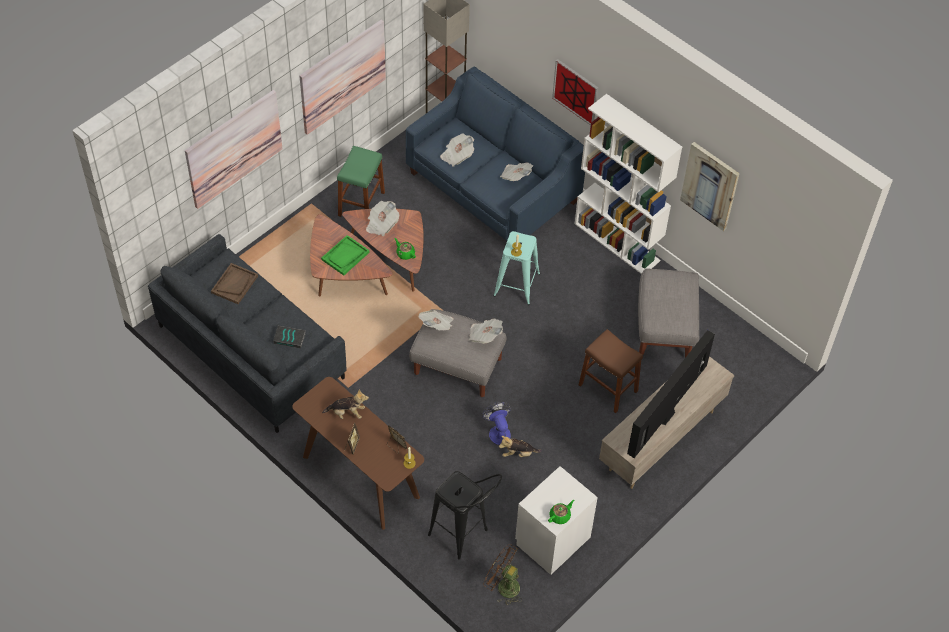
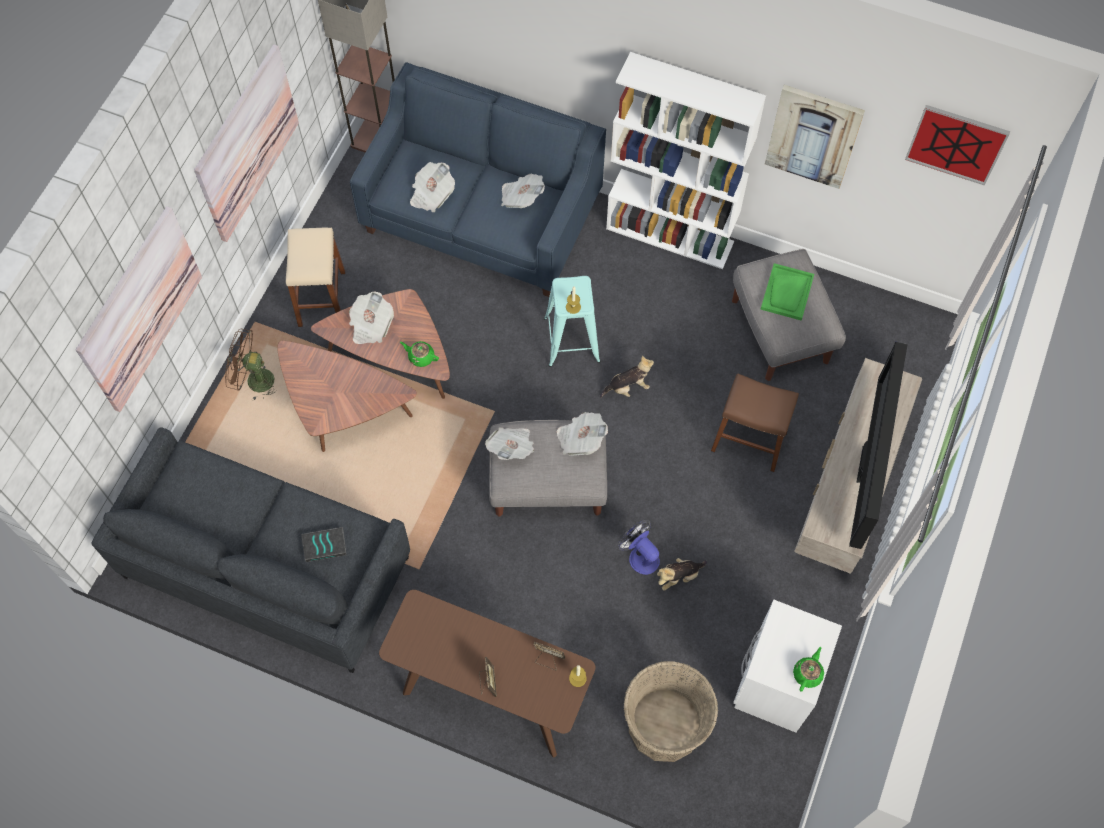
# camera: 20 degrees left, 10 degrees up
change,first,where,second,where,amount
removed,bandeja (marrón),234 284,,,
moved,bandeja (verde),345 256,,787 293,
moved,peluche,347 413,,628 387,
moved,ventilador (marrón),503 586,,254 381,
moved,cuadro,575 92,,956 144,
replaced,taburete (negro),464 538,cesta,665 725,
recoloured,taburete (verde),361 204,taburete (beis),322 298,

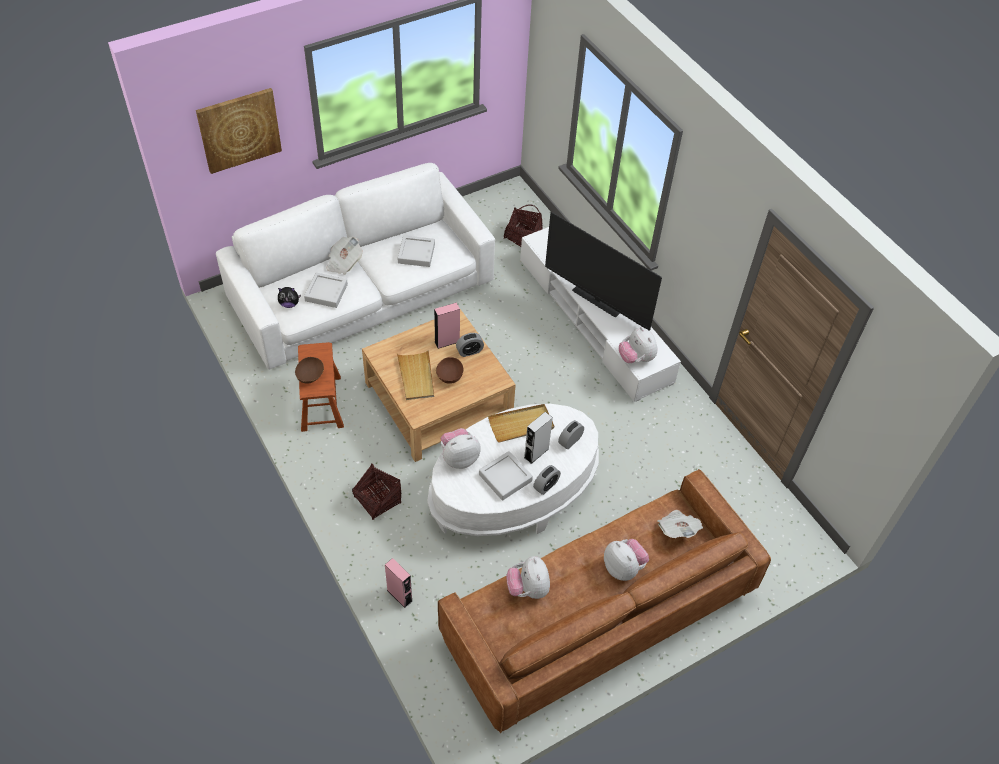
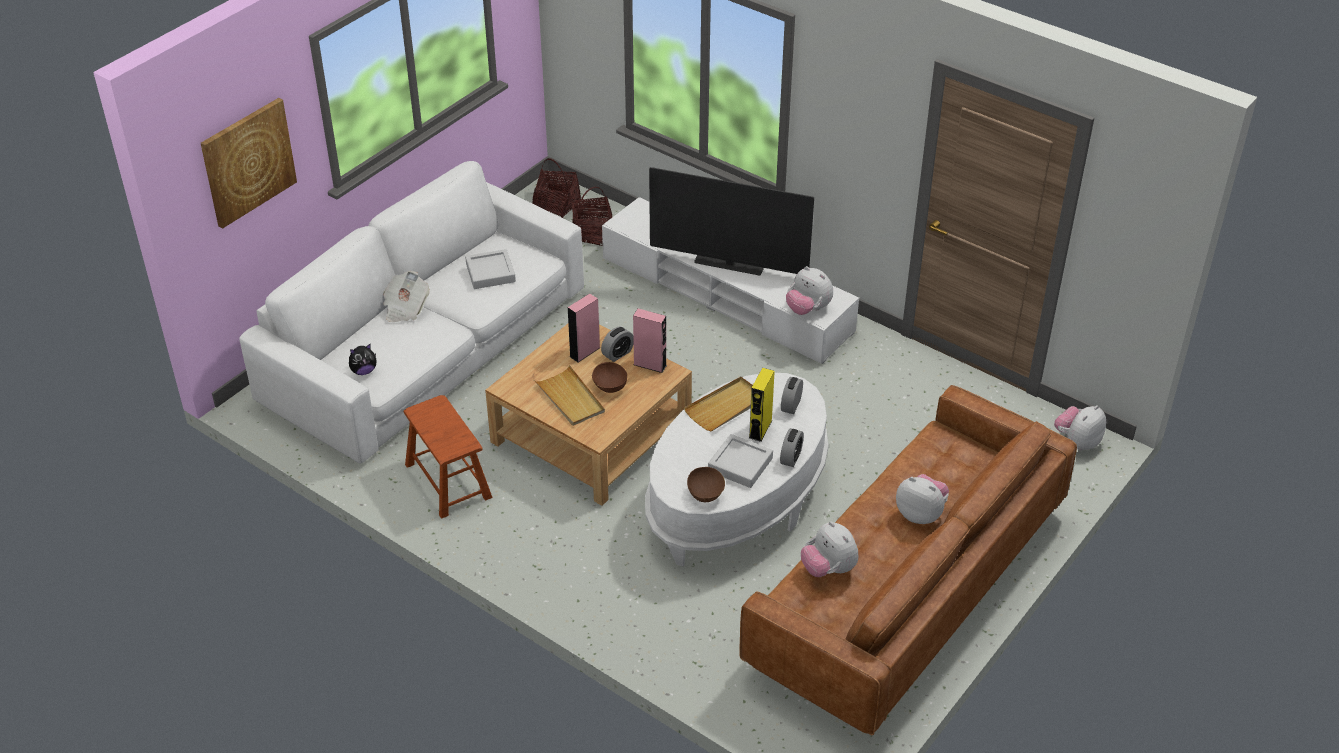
# camera: 20 degrees left, 10 degrees down
change,first,where,second,where,amount
removed,bandeja (gris),326 292,,,
removed,periódico,677 529,,,
moved,cuenco (marrón),310 376,,706 494,
moved,cesta,377 500,,556 206,
moved,altavoz (rosa),399 595,,650 365,
moved,peluche,459 458,,1077 442,
recoloured,altavoz (gris),536 453,altavoz (amarillo),760 429,

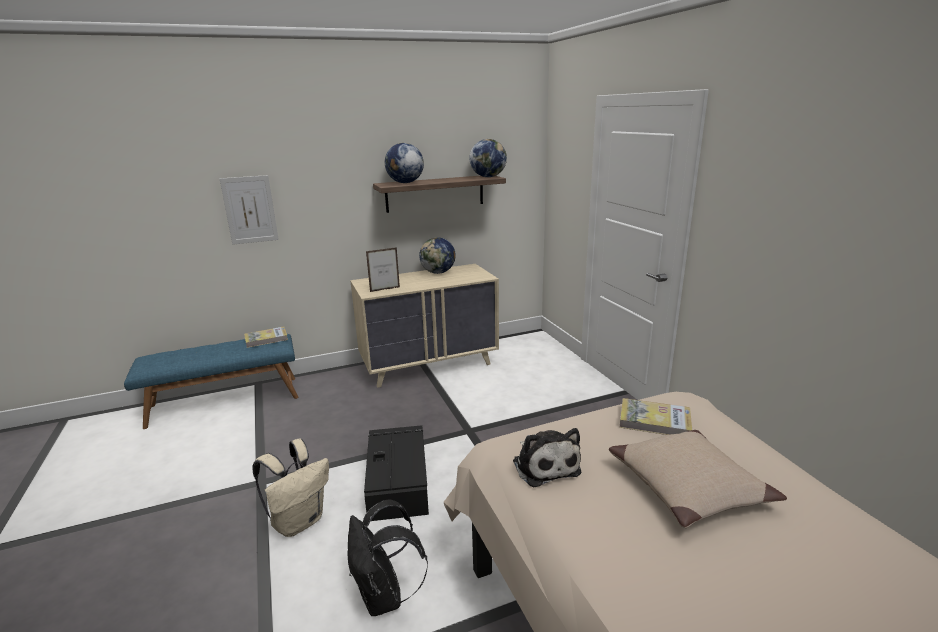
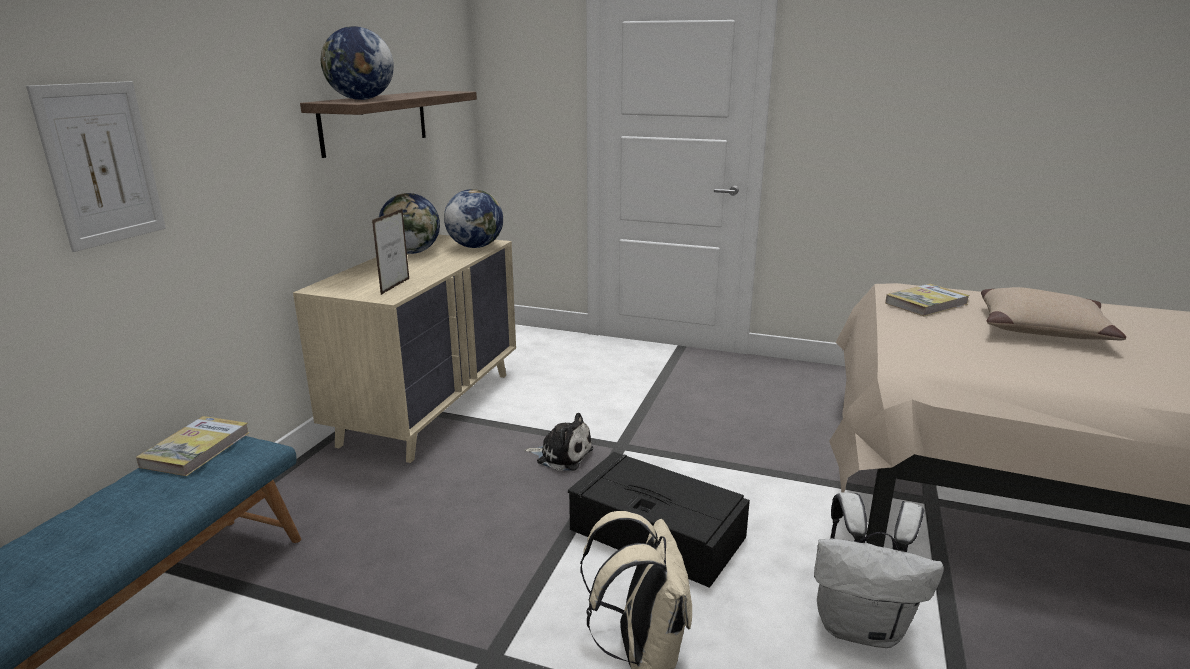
# camera: 50 degrees left, 0 degrees up
change,first,where,second,where,amount
moved,globo terráqueo,488 177,,475 246,
moved,peluche,544 465,,562 455,
recoloured,mochila (negro),384 597,mochila (blanco),861 626,

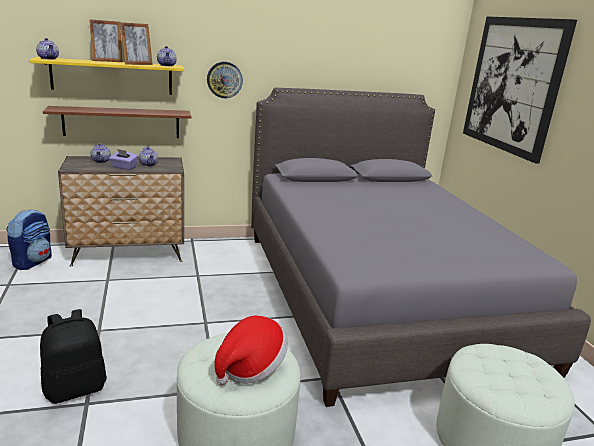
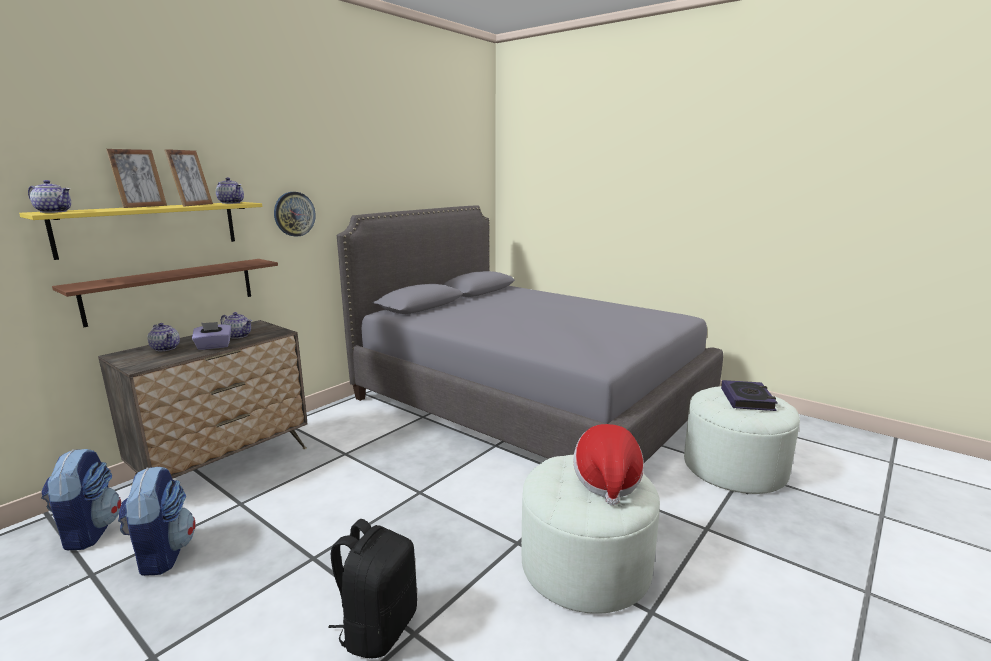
# camera: 35 degrees left, 5 degrees down
change,first,where,second,where,amount
removed,cuadro,513 85,,,
added,,,mochila,162 554,
added,,,libro,747 399,

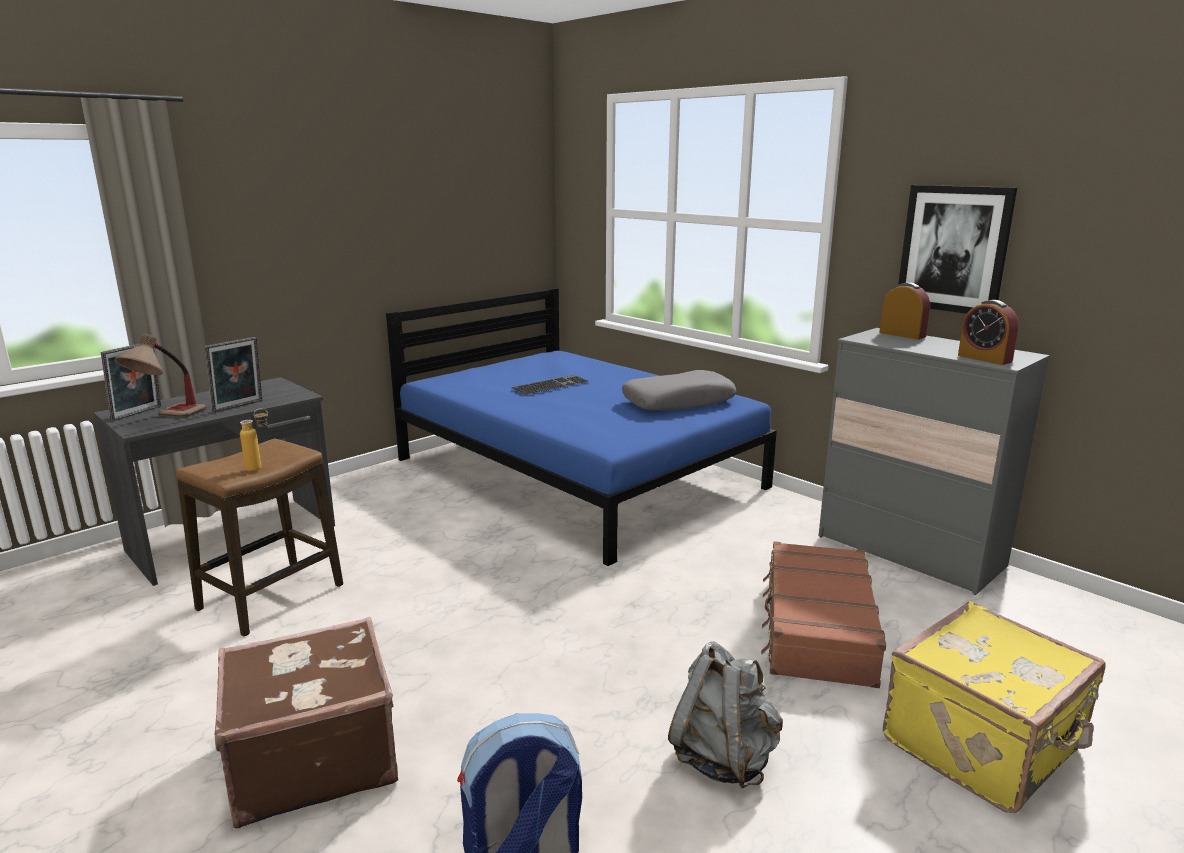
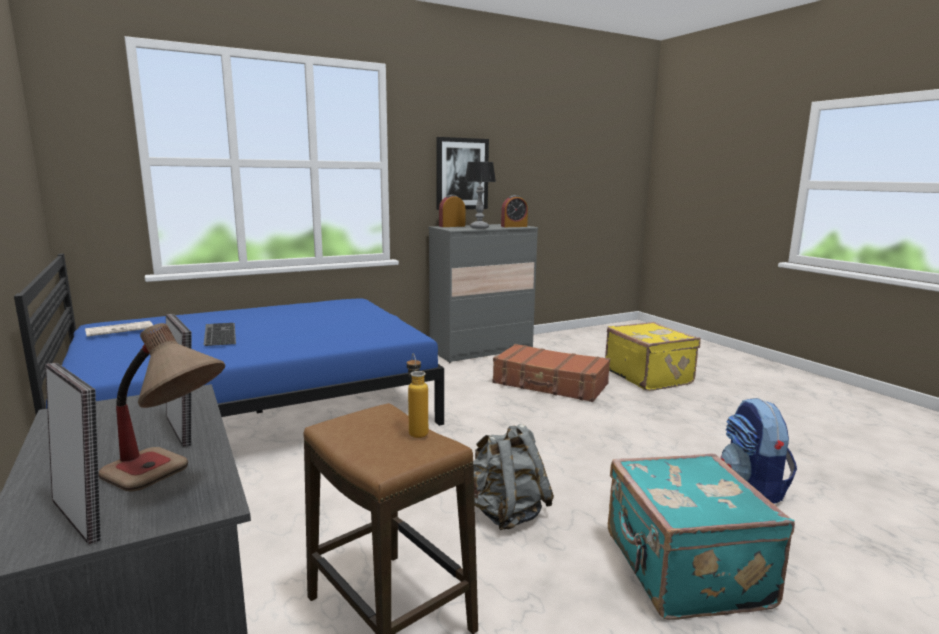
# camera: 75 degrees left, 5 degrees down
change,first,where,second,where,amount
removed,cojín (gris),678 402,,,
added,,,periódico,120 329,
added,,,lámpara de mesa,479 228,
moved,mochila (gris),723 758,,506 513,
recoloured,maleta (marrón),312 758,maleta (turquesa),683 571,

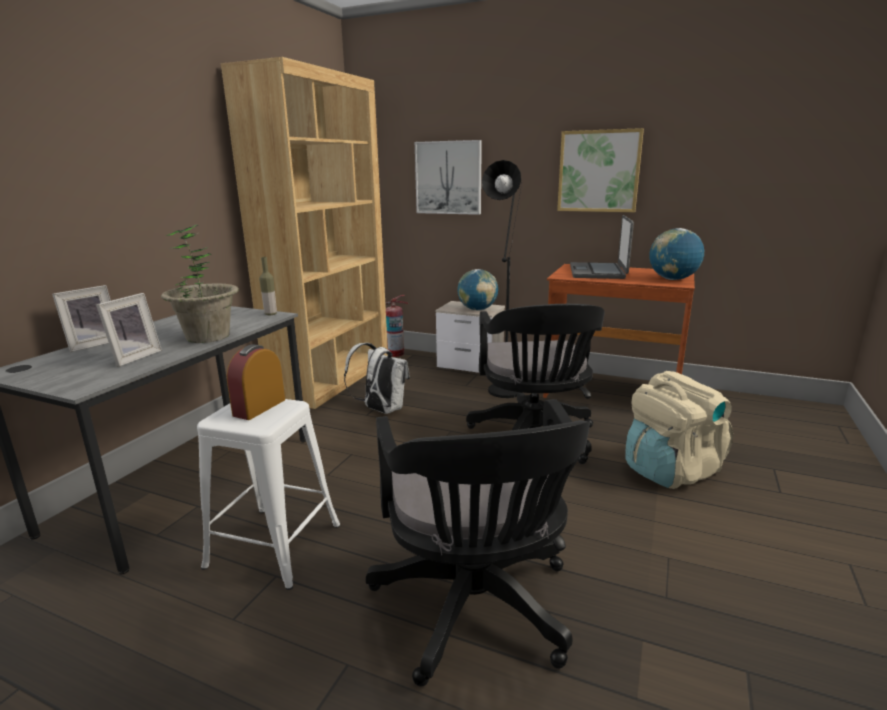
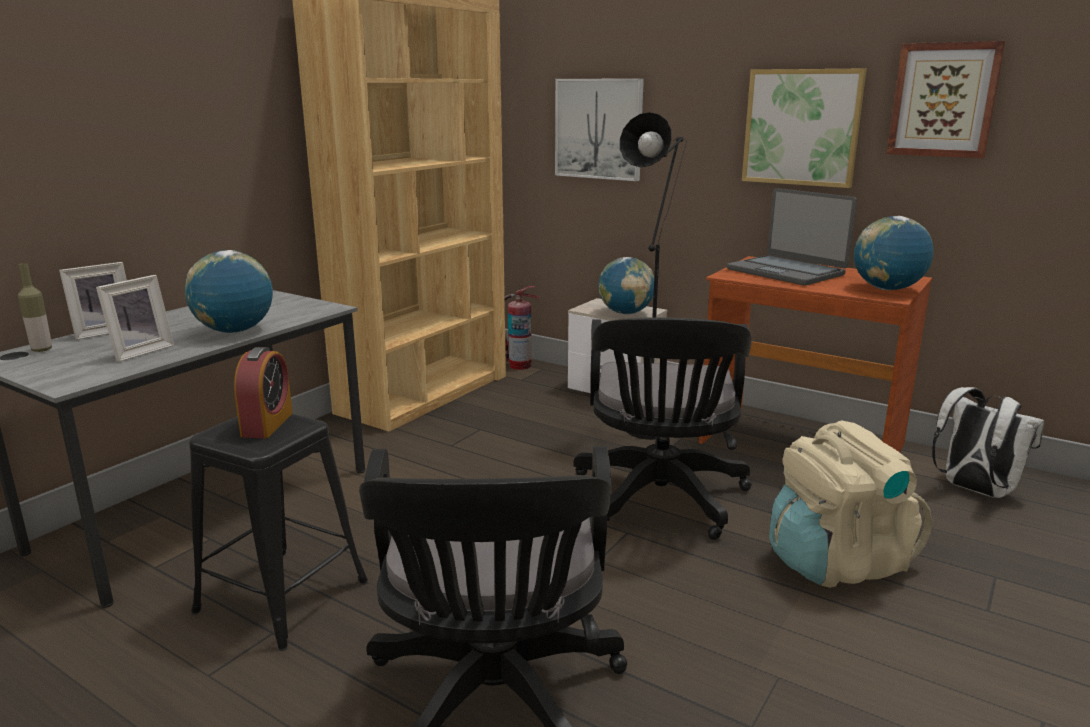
# camera: 10 degrees right, 0 degrees up
change,first,where,second,where,amount
added,,,cuadro,943 100,
moved,botella,270 314,,42 350,
moved,mochila (blanco),381 410,,974 490,
replaced,planta en maceta,208 336,globo terráqueo,235 331,
recoloured,taburete (blanco),274 545,taburete (negro),281 597,
turned,despertador,259 407,,267 424,150 degrees clockwise
turned,portátil,598 272,,786 272,60 degrees counterclockwise

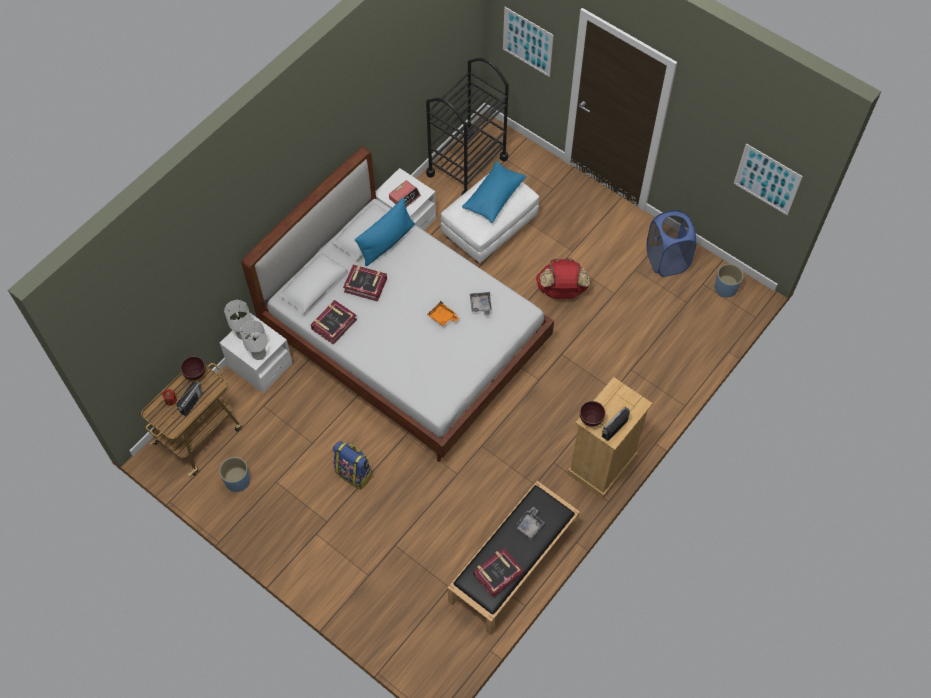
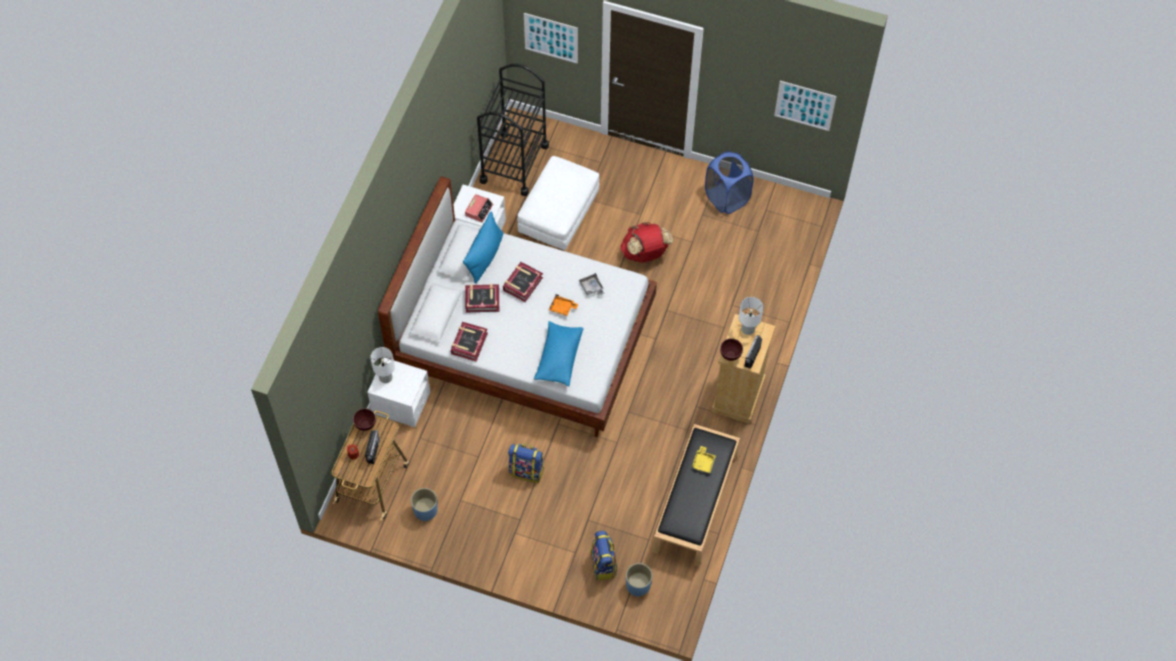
# camera: 20 degrees left, 0 degrees up
change,first,where,second,where,amount
added,,,mochila,603 564,
moved,lámpara de mesa (blanco),259 354,,748 329,
moved,cojín (azul),494 197,,559 358,
moved,libro,497 573,,522 284,
moved,maceta (azul),725 288,,638 585,
recoloured,bandeja (gris),529 525,bandeja (amarillo),703 462,

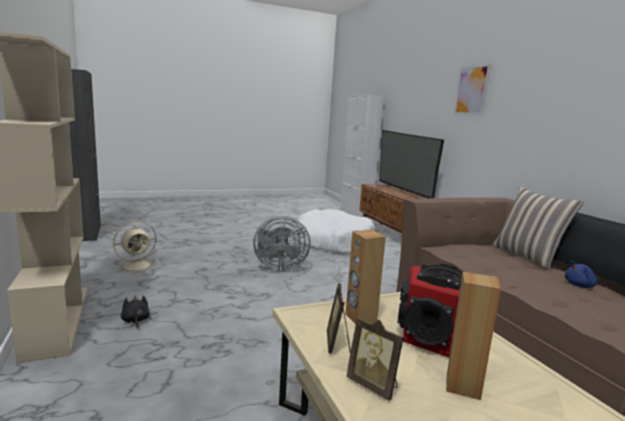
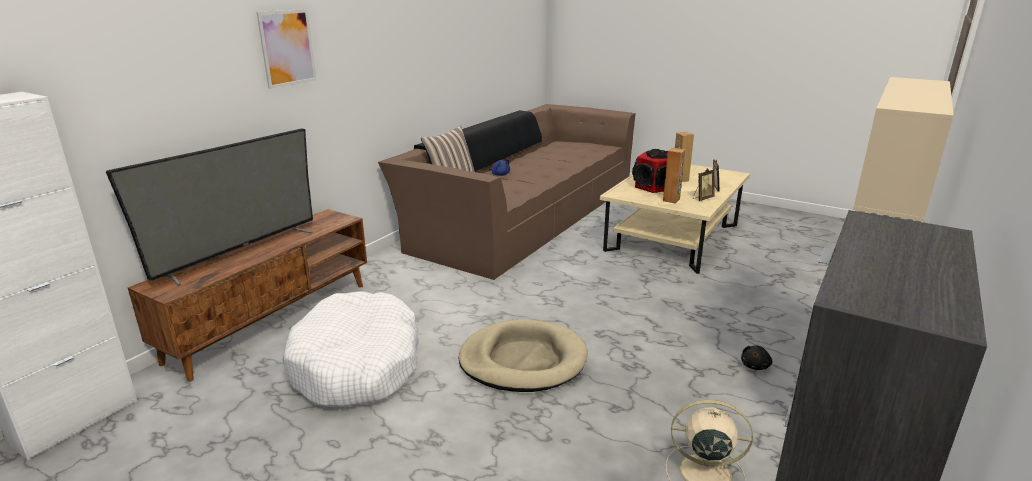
# camera: 125 degrees left, 10 degrees up
change,first,where,second,where,amount
replaced,ventilador (gris),278 267,cama para perro (beis),523 360,

